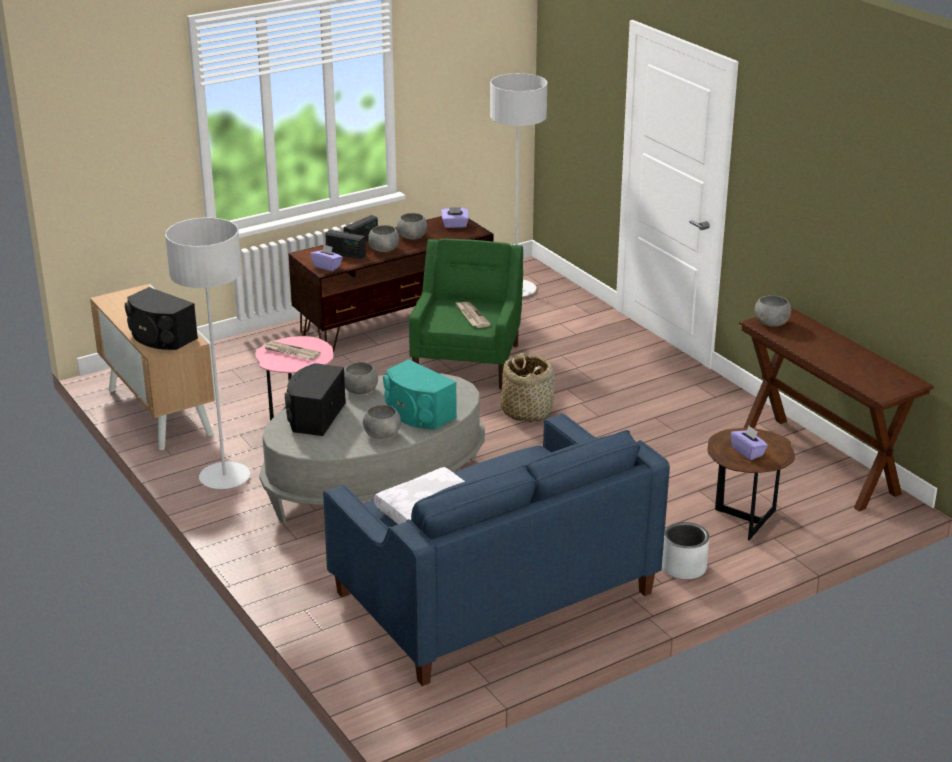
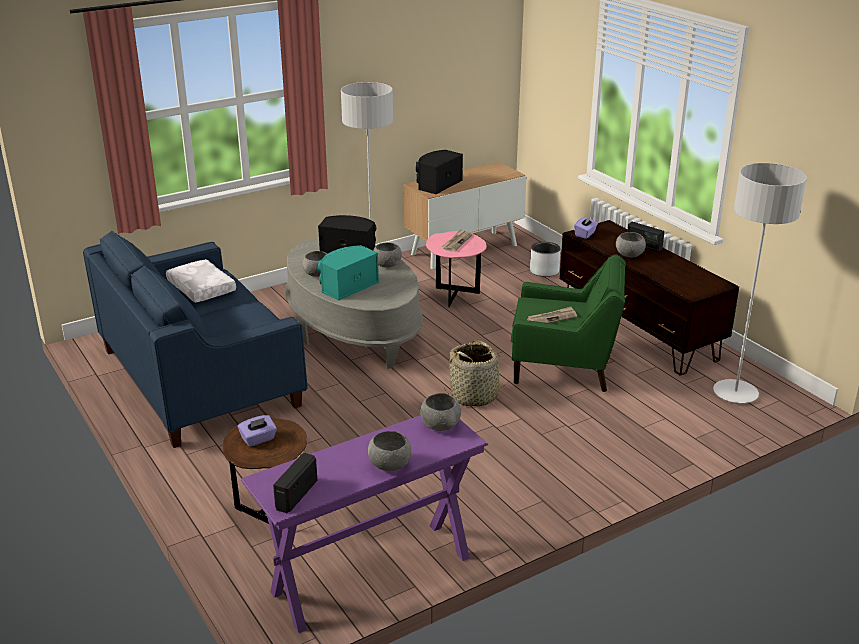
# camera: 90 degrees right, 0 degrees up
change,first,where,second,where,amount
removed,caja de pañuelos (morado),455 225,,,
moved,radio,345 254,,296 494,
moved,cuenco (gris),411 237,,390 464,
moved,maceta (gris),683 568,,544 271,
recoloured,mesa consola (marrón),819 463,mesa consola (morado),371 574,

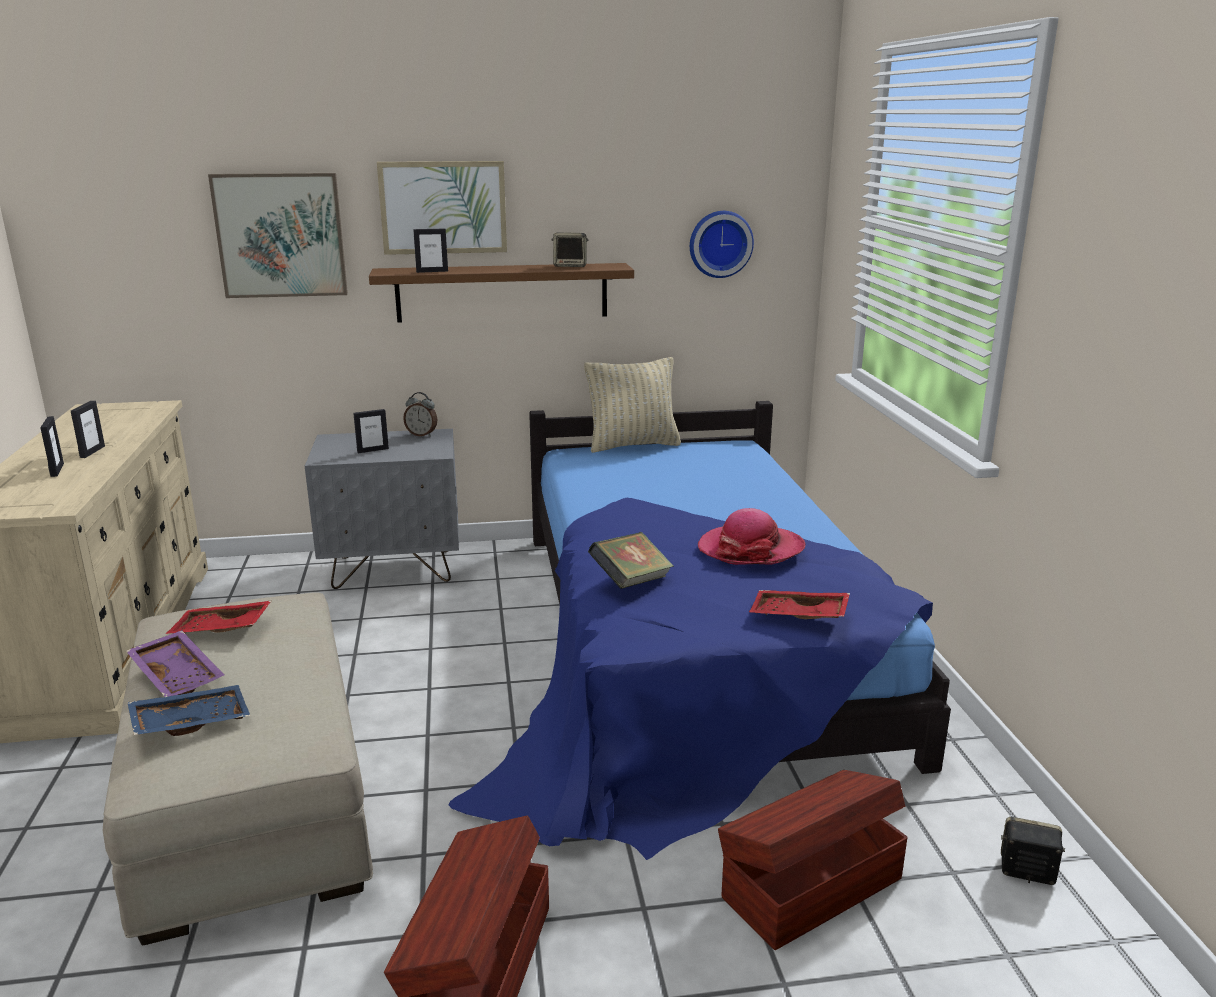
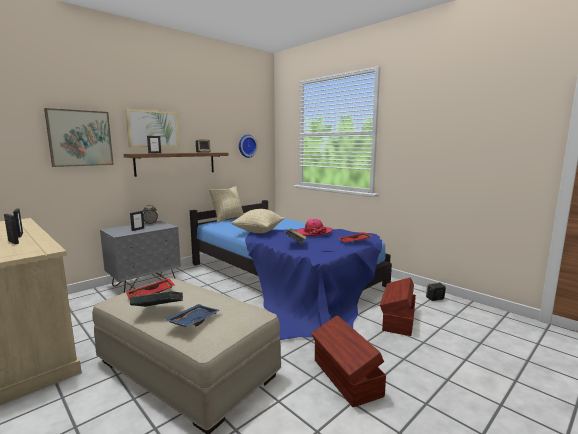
# camera: 35 degrees left, 10 degrees down
change,first,where,second,where,amount
added,,,cojín (beis),258 231,
replaced,bandeja (morado),179 675,libro,158 311,

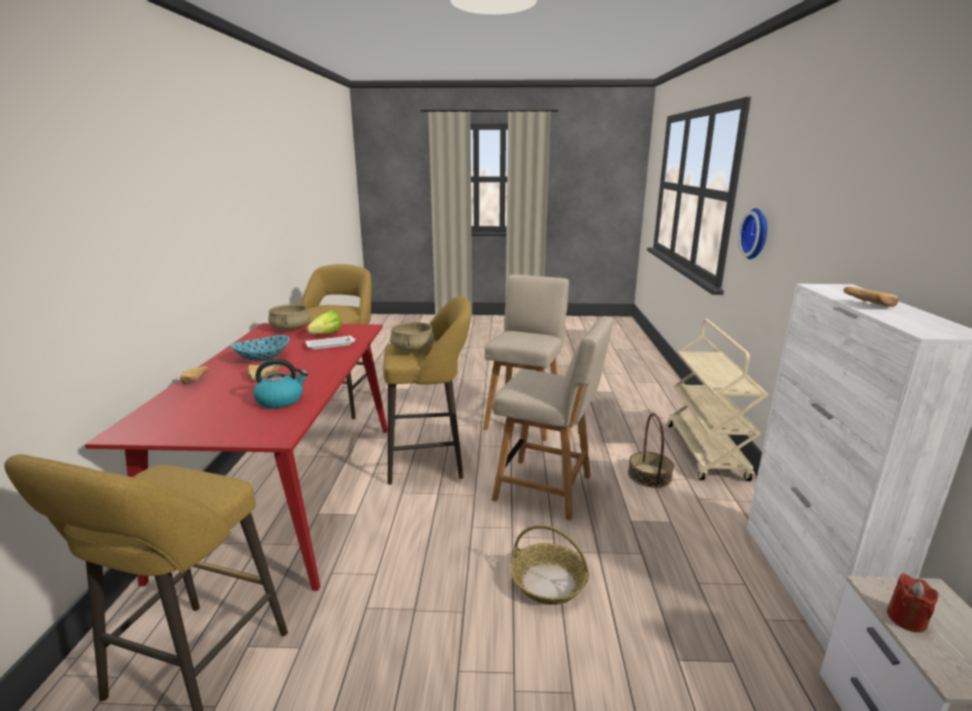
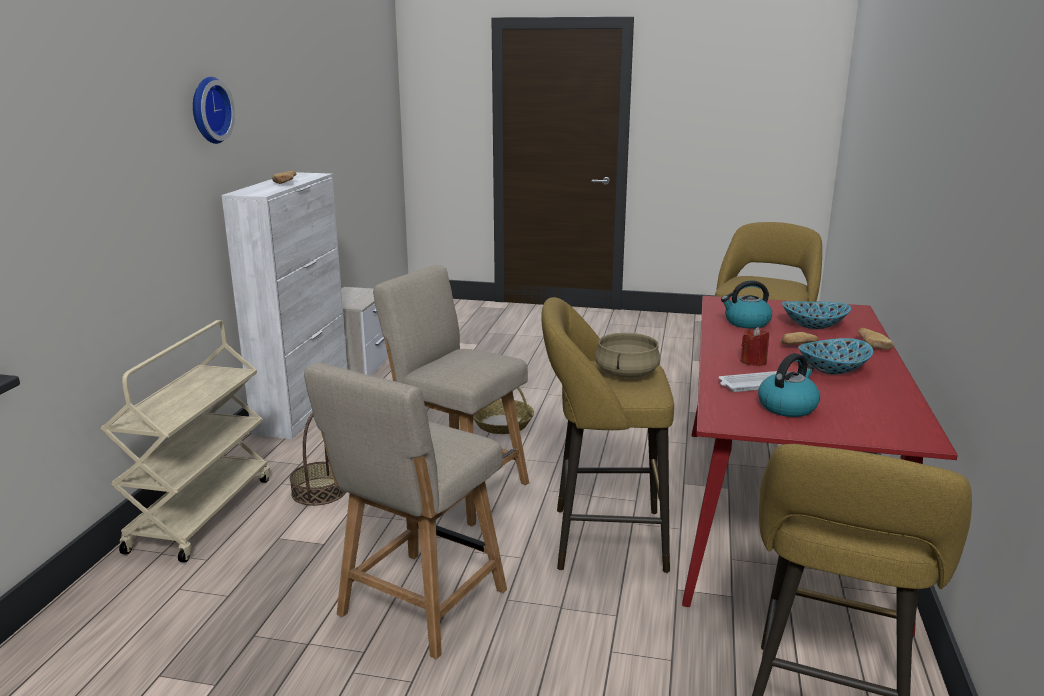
# camera: 170 degrees left, 0 degrees up
change,first,where,second,where,amount
removed,olla (beis),290 328,,,
added,,,cuenco,814 326,
moved,reloj de pared,757 234,,208 110,
moved,vela (rojo),906 619,,753 362,
replaced,lechuga,323 335,hervidor,787 406,

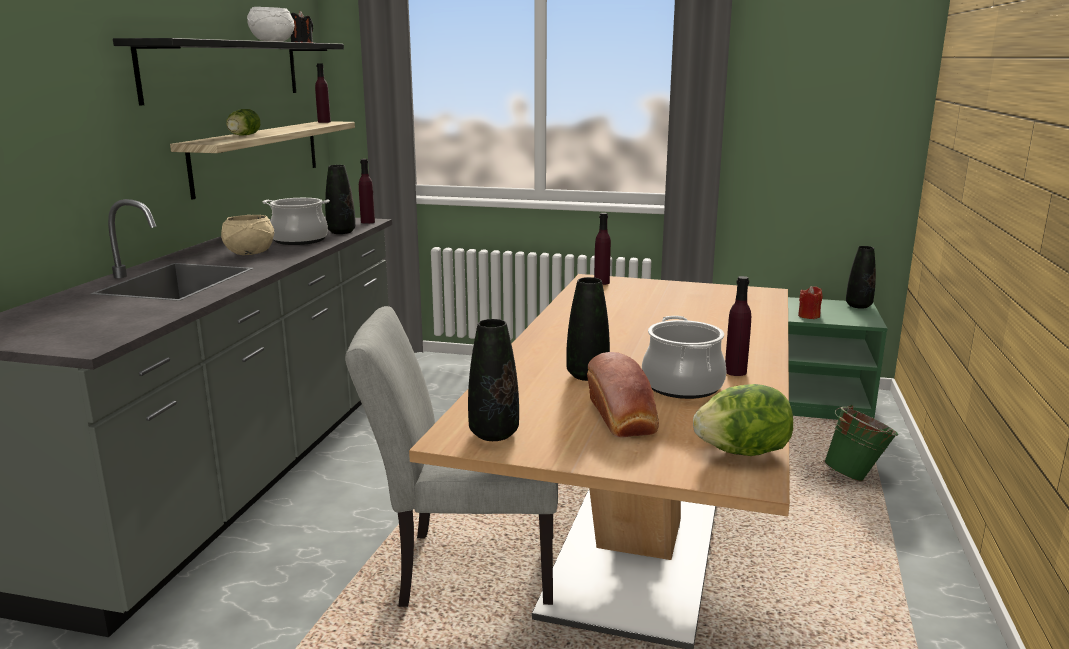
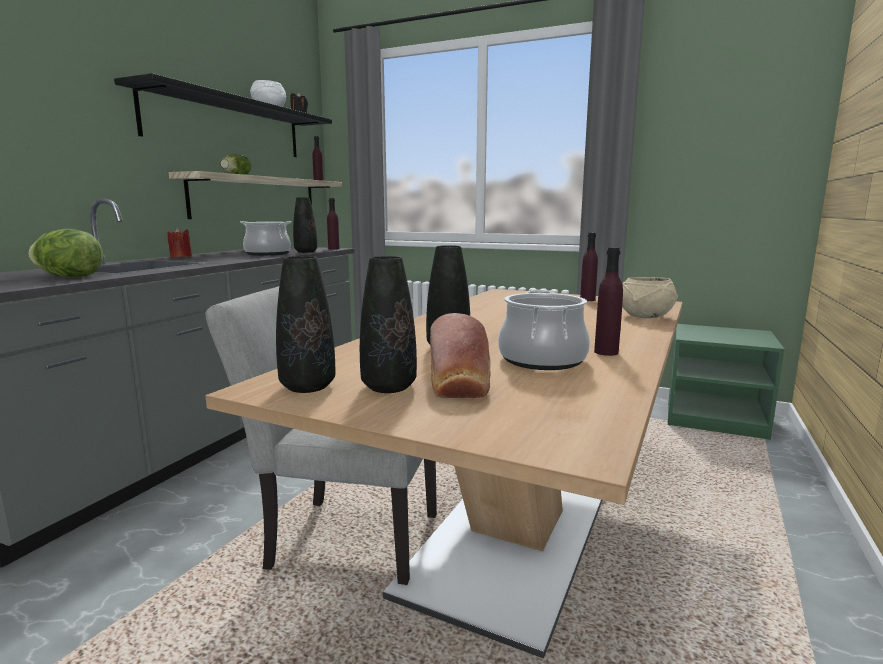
# camera: 10 degrees right, 5 degrees down
change,first,where,second,where,amount
removed,cubo (verde),856 476,,,
moved,cuenco (beis),249 253,,645 317,
moved,botella (morado),601 282,,587 300,
moved,lechuga,742 452,,70 277,
moved,vela (rojo),809 316,,181 257,
moved,florero (negro),858 306,,389 387,

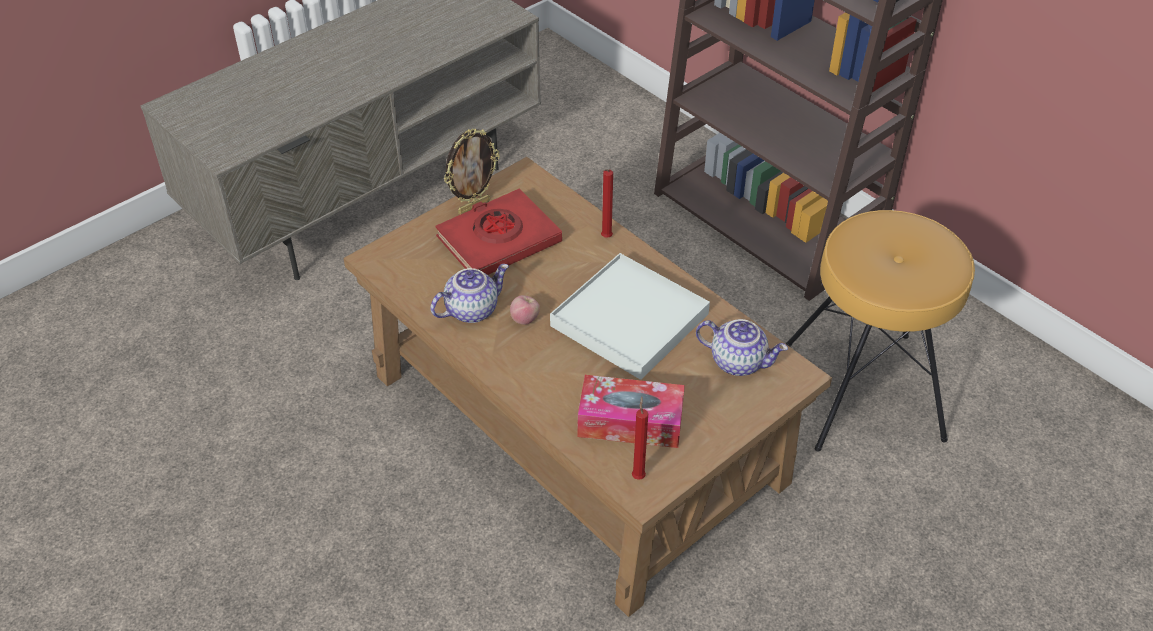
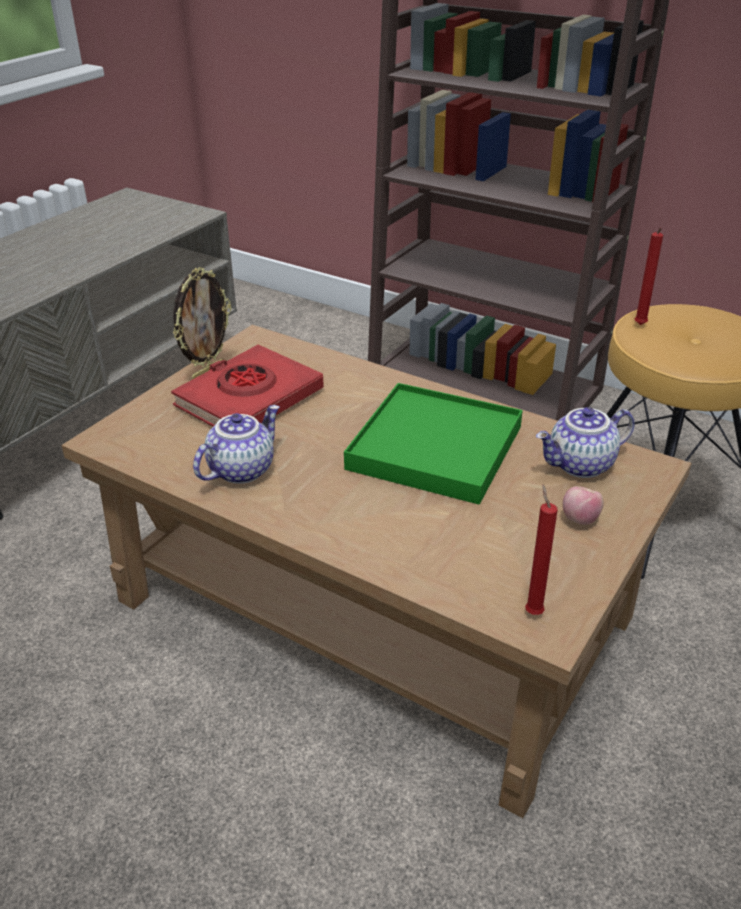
# camera: 15 degrees left, 10 degrees down
change,first,where,second,where,amount
removed,caja de pañuelos,630 422,,,
moved,manzana,525 319,,580 519,
moved,vela (rojo),605 238,,640 326,
recoloured,bandeja (blanco),629 320,bandeja (verde),434 448,
turned,tetera,739 361,,581 466,150 degrees clockwise

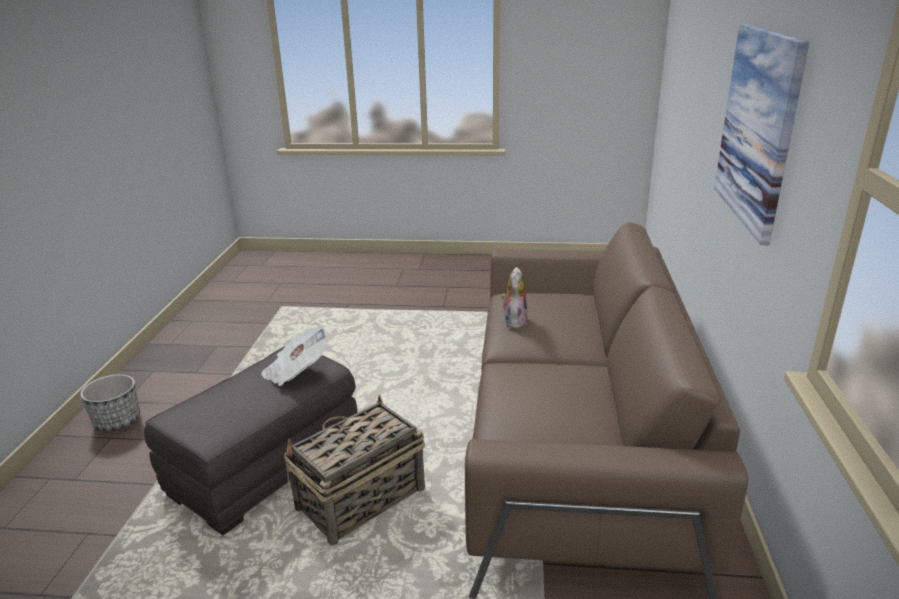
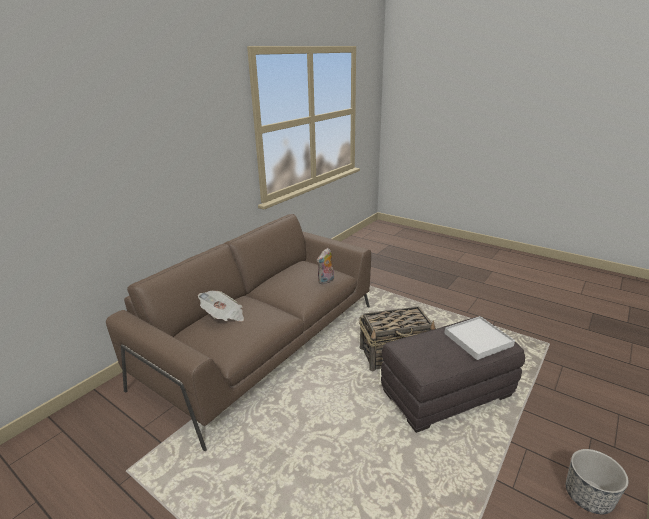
# camera: 150 degrees left, 0 degrees up
change,first,where,second,where,amount
removed,cuadro,758 128,,,
added,,,bandeja (blanco),478 339,
moved,periódico,296 371,,224 316,
moved,peluche,514 321,,326 281,

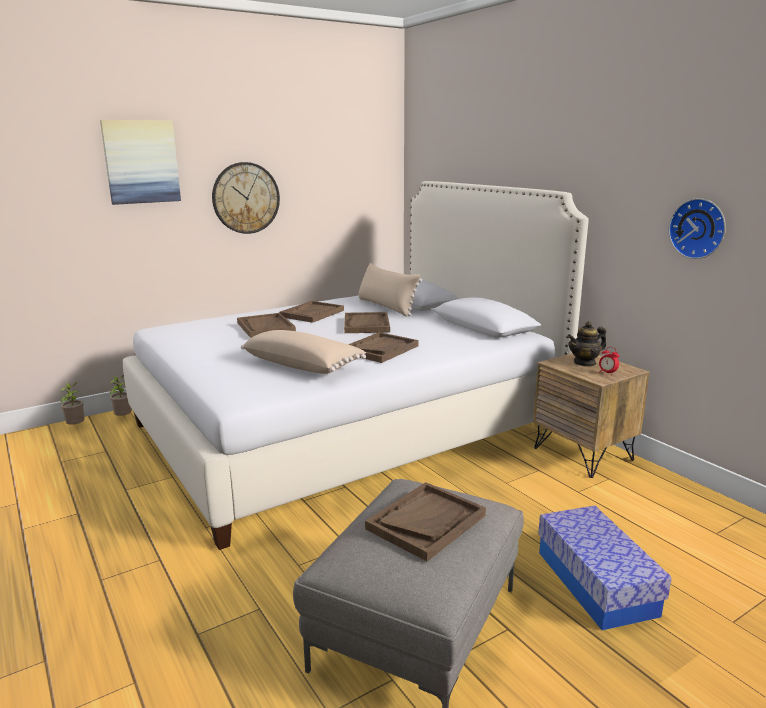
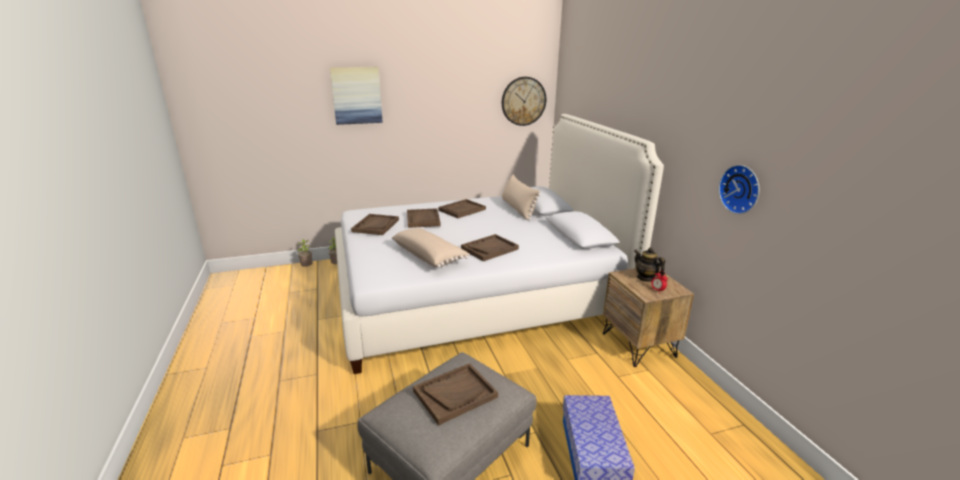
# camera: 15 degrees right, 5 degrees up
change,first,where,second,where,amount
moved,reloj de pared,246 198,,523 101,
moved,bandeja (marrón),366 324,,376 225,
turned,tetera,585 363,,645 278,60 degrees clockwise

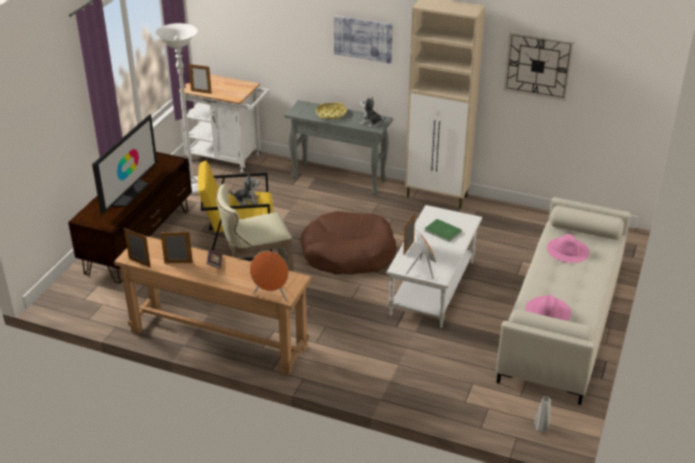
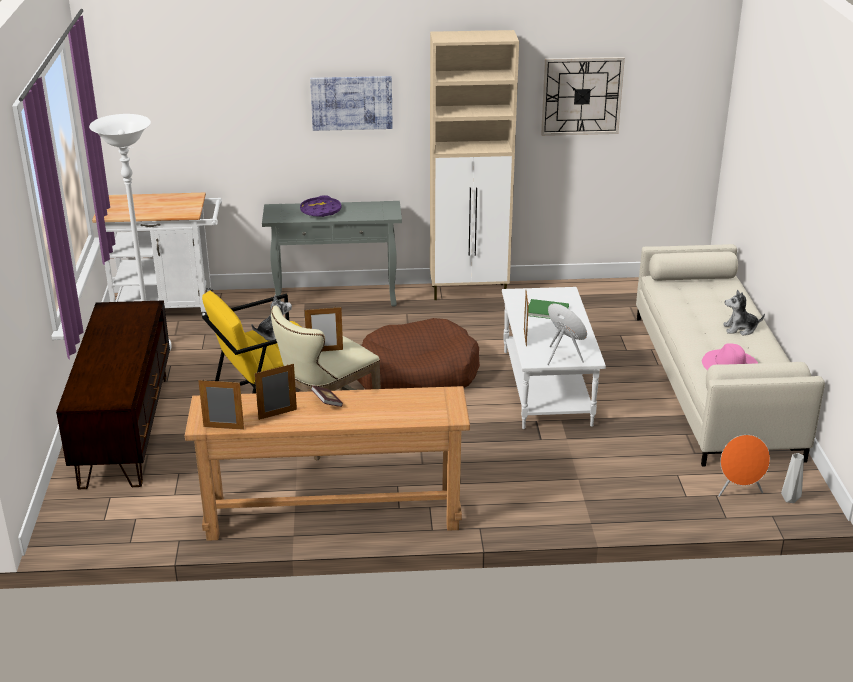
# camera: 25 degrees left, 5 degrees down
change,first,where,second,where,amount
removed,televisor,129 193,,,
removed,sombrero (rosa),568 250,,,
moved,portarretratos,201 92,,325 351,
moved,altavoz (naranja),271 295,,739 491,
moved,peluche,371 123,,740 329,
recoloured,bandeja (amarillo),331 114,bandeja (morado),320 211,

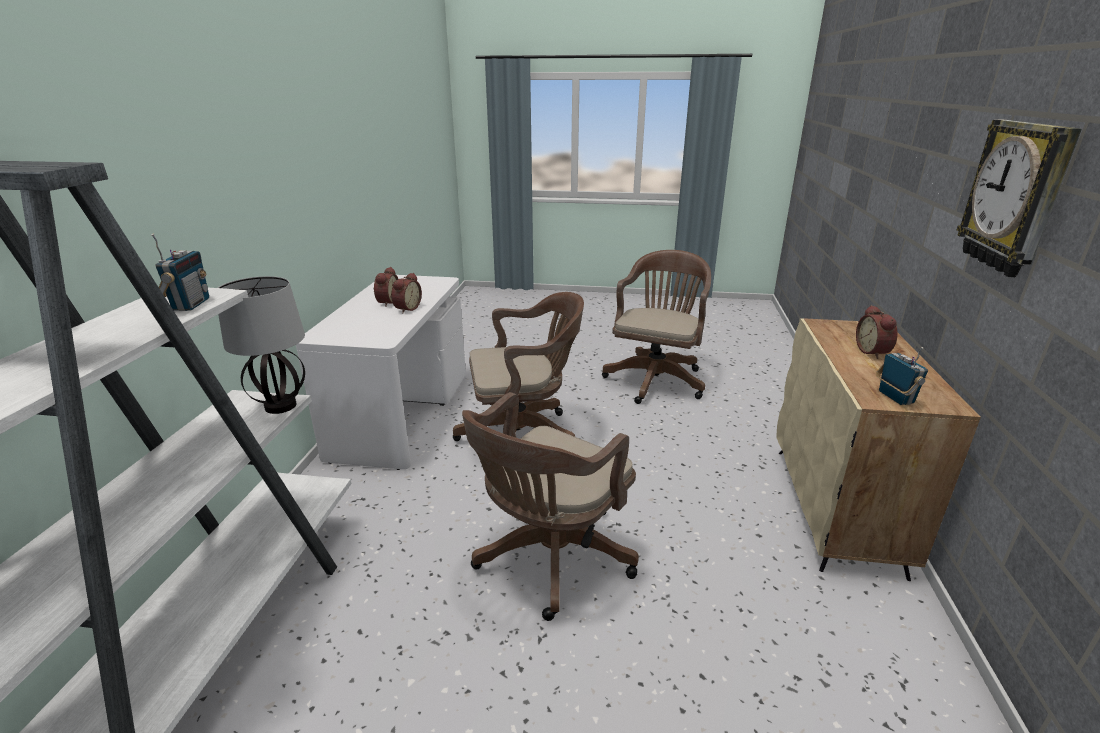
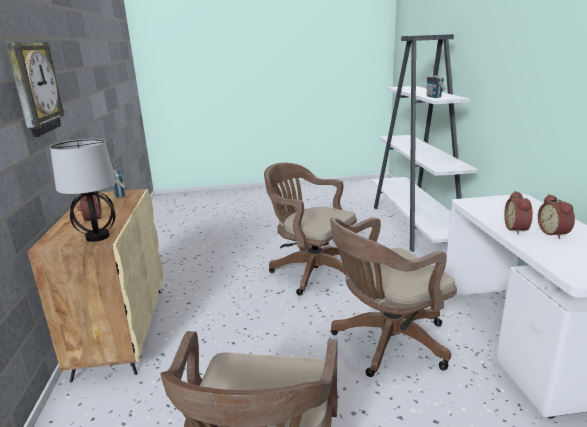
# camera: 165 degrees right, 5 degrees down
change,first,where,second,where,amount
moved,lámpara de mesa,281 406,,97 237,
turned,silla de oficina (marrón),549 559,,311 271,75 degrees counterclockwise

